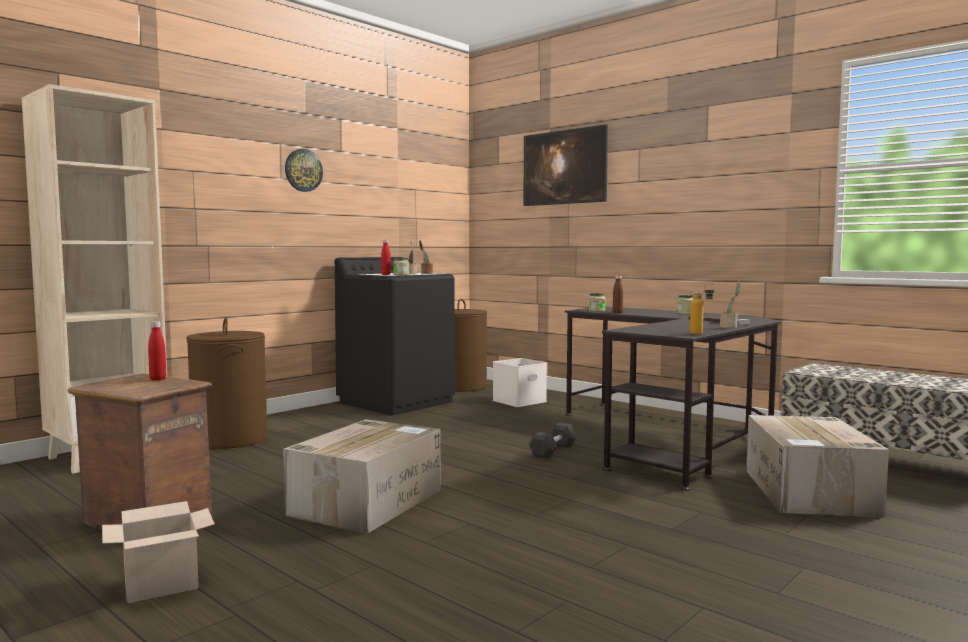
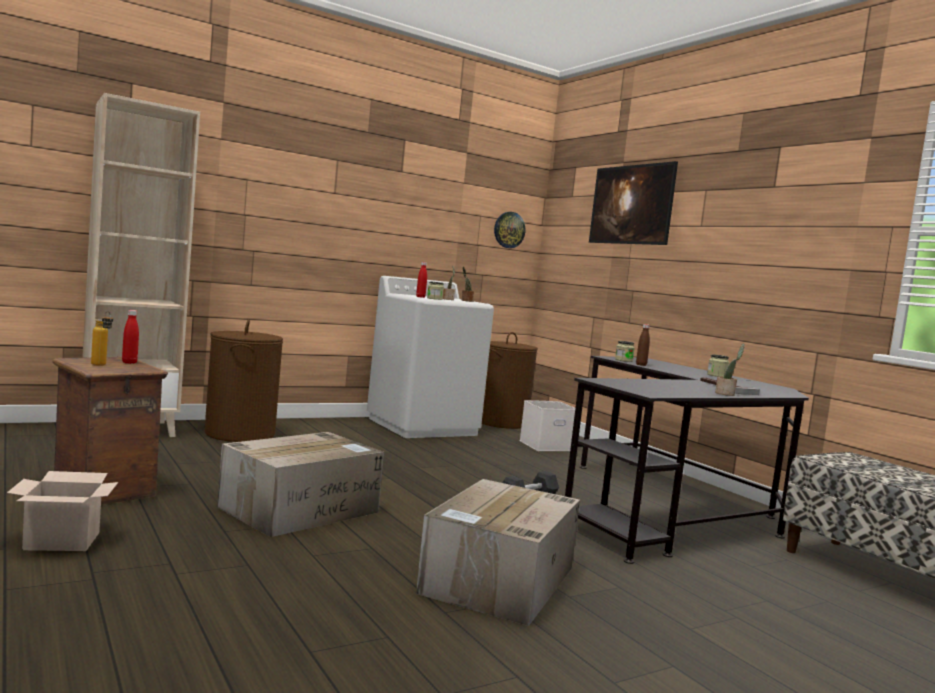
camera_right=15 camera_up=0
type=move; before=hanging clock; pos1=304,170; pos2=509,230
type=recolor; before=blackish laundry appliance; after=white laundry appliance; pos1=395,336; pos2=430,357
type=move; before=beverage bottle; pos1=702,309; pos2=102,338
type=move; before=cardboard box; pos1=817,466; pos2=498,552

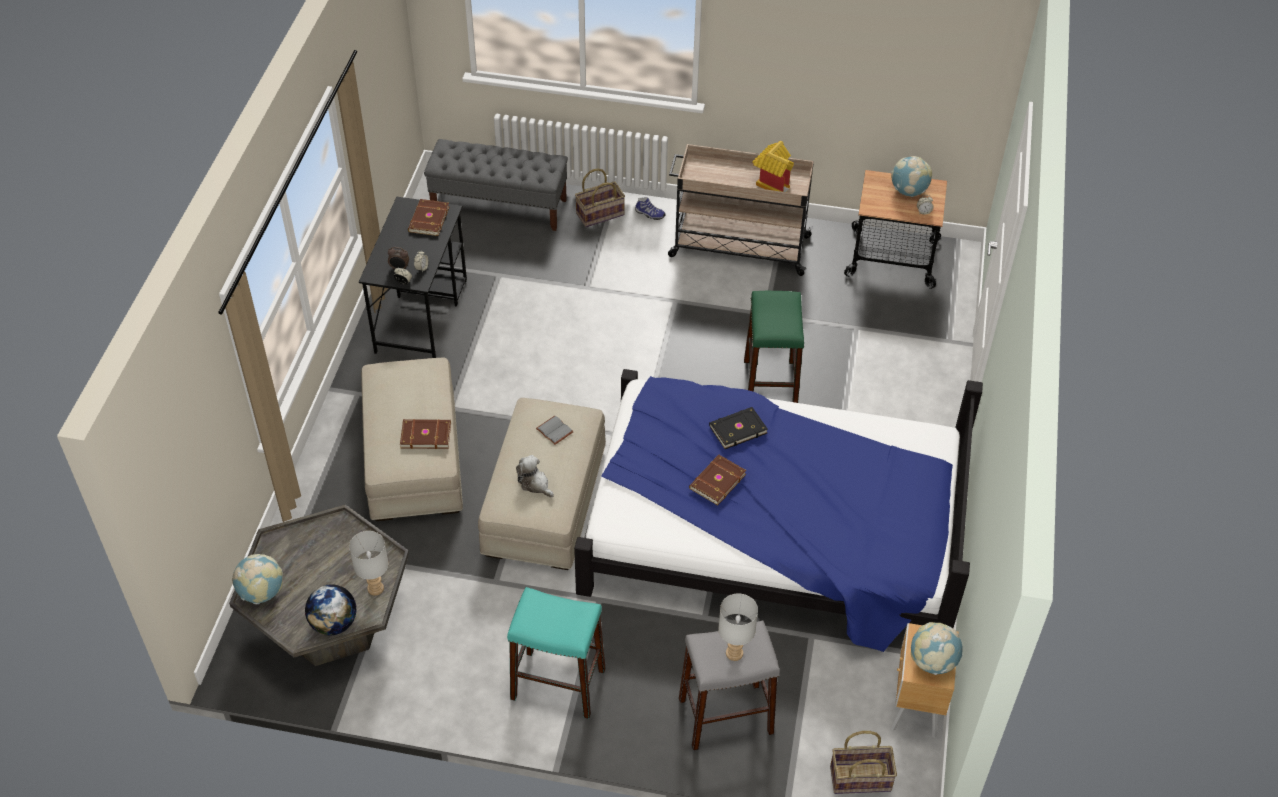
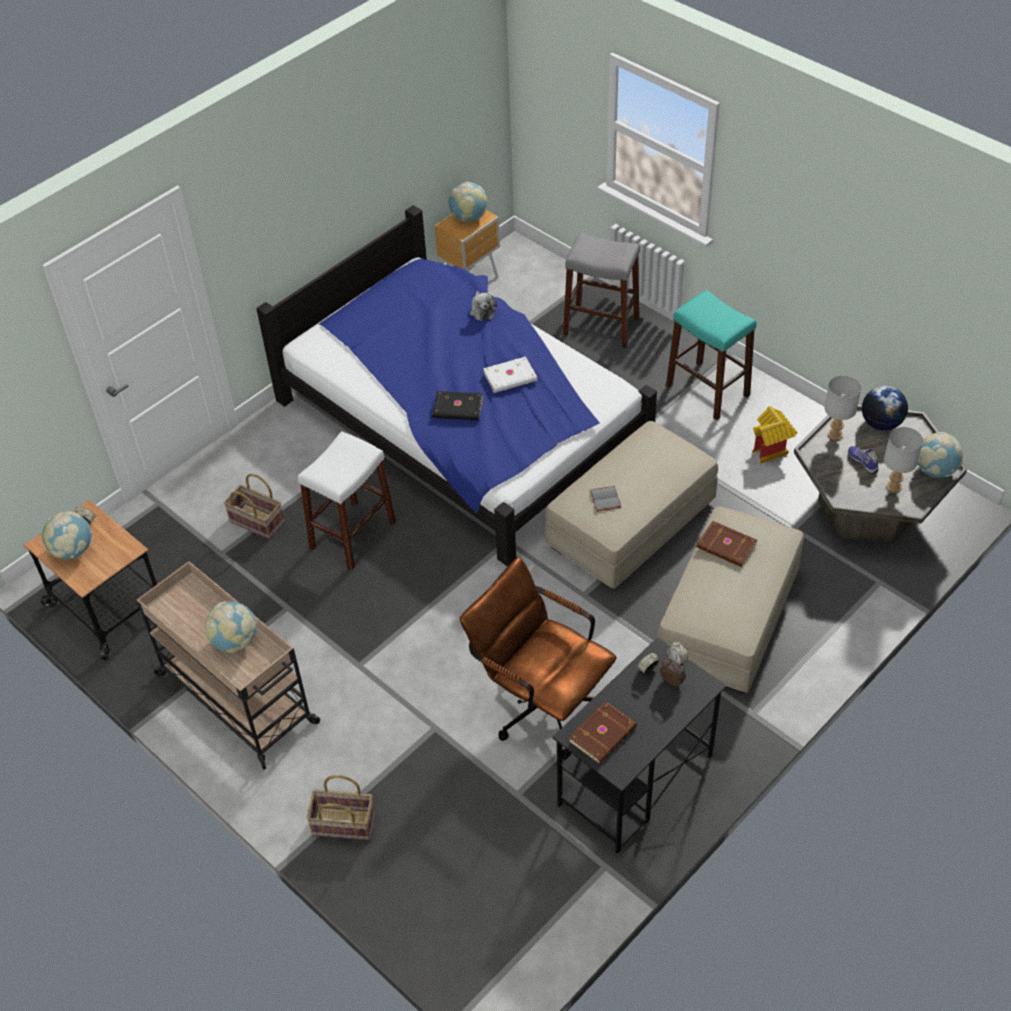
camera_right=-145 camera_up=0
type=delete; before=gray long seat; pos1=496,185
type=move; before=soft toy; pos1=535,476; pos2=483,306
type=move; before=shoe; pos1=650,208; pos2=863,460
type=recolor; before=brownish book; after=white book; pos1=718,480; pos2=510,375
type=move; before=gray lamp for a table; pos1=738,627; pos2=903,460
type=recolor; before=green sitting stool; after=white sitting stool; pos1=774,347; pos2=347,500
type=move; before=toy house; pos1=773,166; pos2=774,435
type=move; before=storage basket; pos1=863,762; pos2=254,506
type=insert; after=desk globe; pos2=231,627
type=insert; after=brownish office chair; pos2=538,658

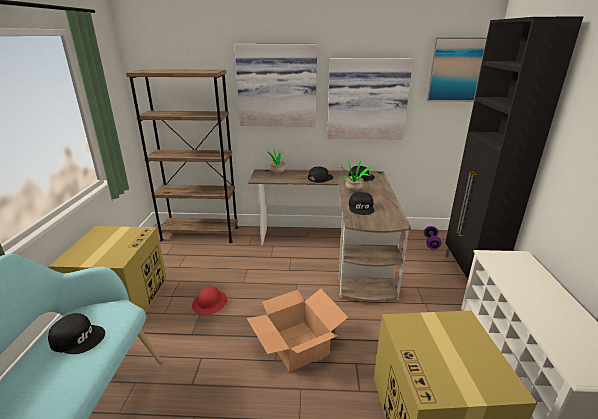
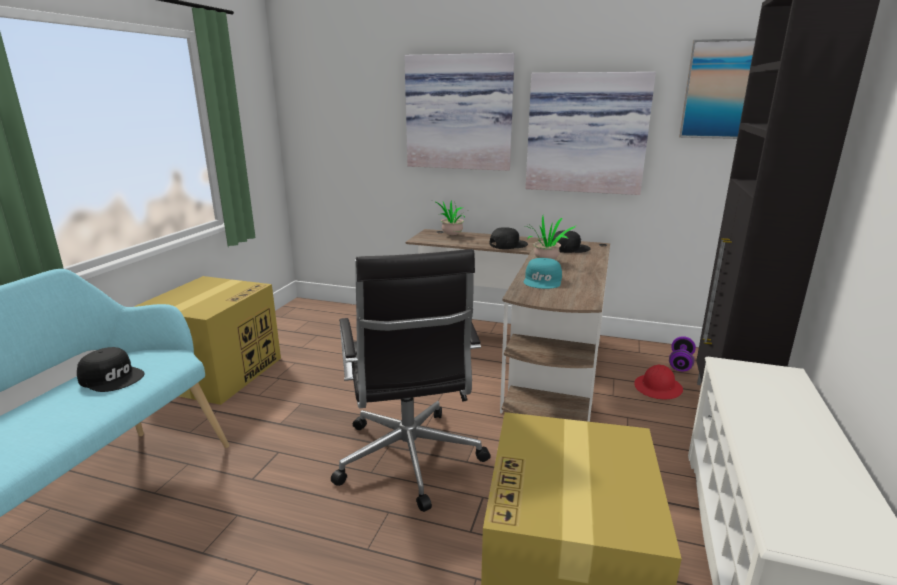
camera_right=15 camera_up=-5
type=delete; before=brownish bookshelf; pos1=182,156
type=move; before=reddish hard hat; pos1=209,300; pos2=658,382
type=replace; before=cardboard box; after=blackish office chair; pos1=297,330; pos2=411,380
type=recolor; before=blackish cap; after=turquoise cap; pos1=362,203; pos2=543,273

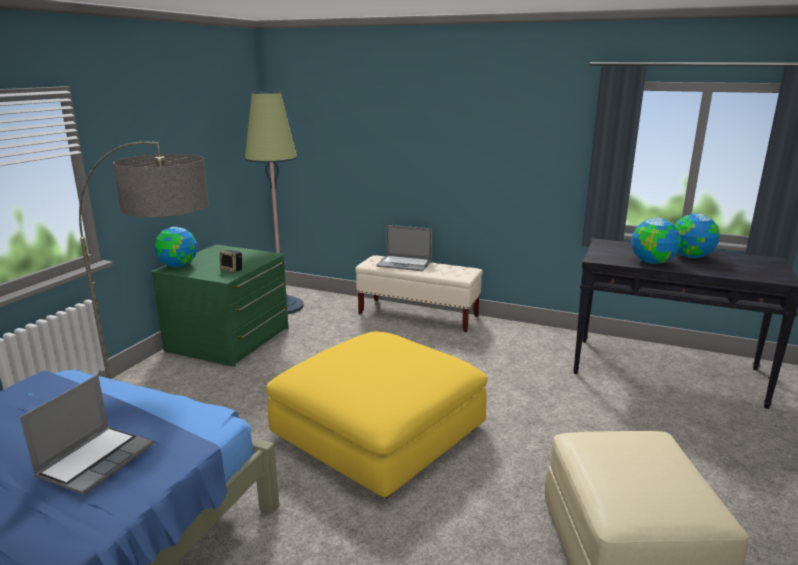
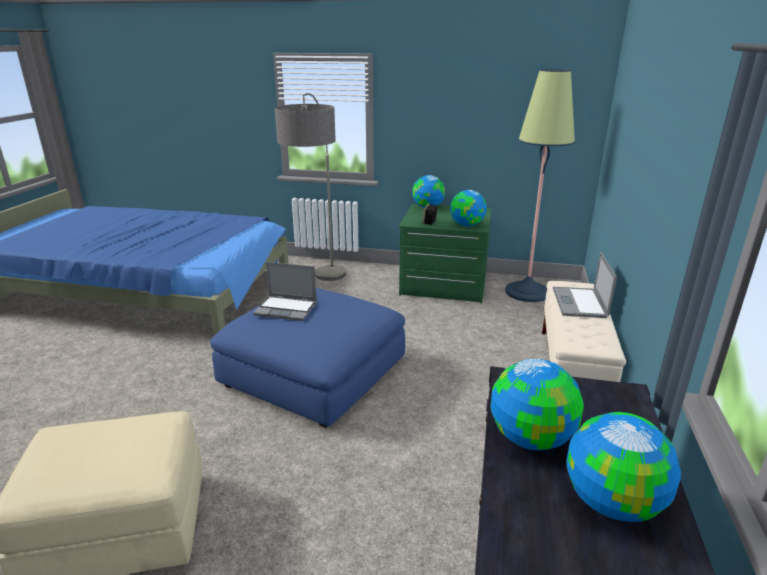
camera_right=80 camera_up=5
type=move; before=notebook computer; pos1=86,435; pos2=285,291
type=recolor; before=yellow-coloured footrest; after=blue-coloured footrest; pos1=376,415; pos2=307,358
type=insert; after=desk globe; pos2=468,208

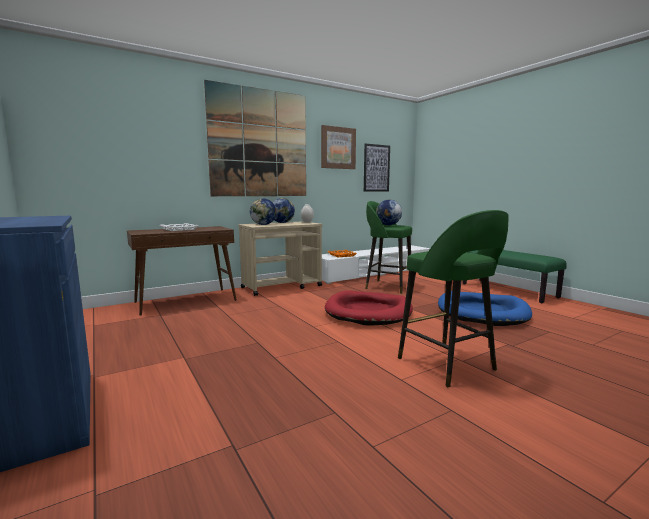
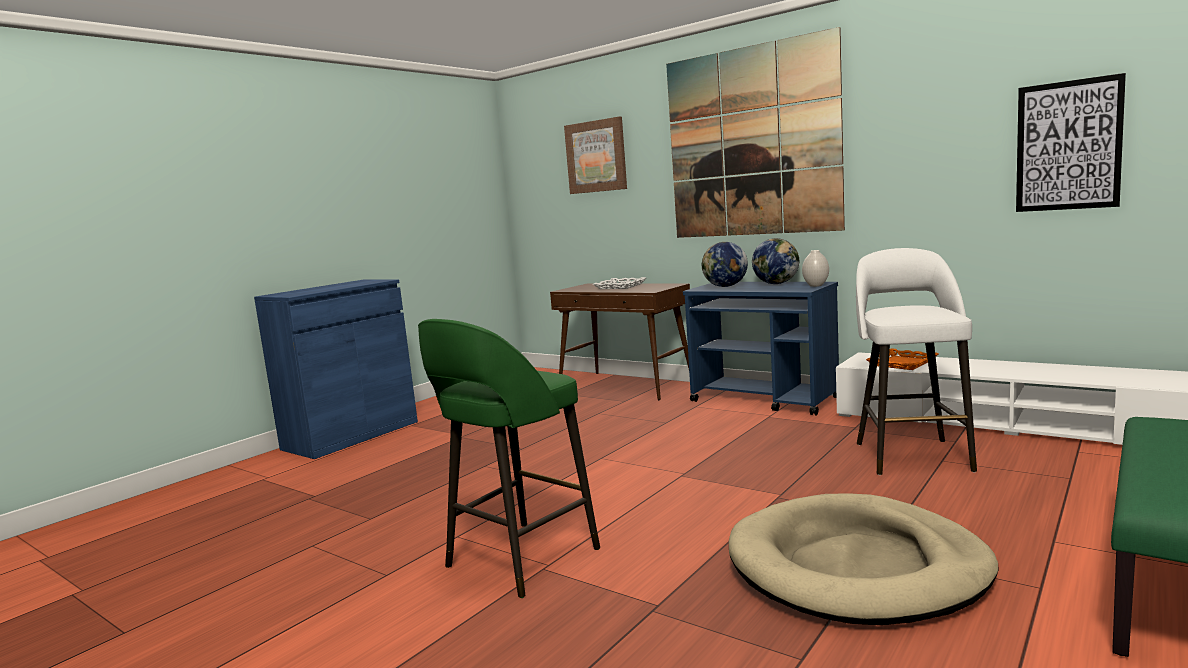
camera_right=70 camera_up=0
type=recolor; before=beige-coloured cart; after=blue-coloured cart; pos1=280,258; pos2=761,349
type=move; before=wall picture; pos1=338,147; pos2=595,155
type=delete; before=reddish pet bed; pos1=369,308
type=recolor; before=green sitting stool; after=white sitting stool; pos1=388,247; pos2=916,361
type=delete; before=desk globe; pos1=389,212
type=recolor; before=blue-coloured pet bed; after=beige-coloured pet bed; pos1=485,308; pos2=864,559

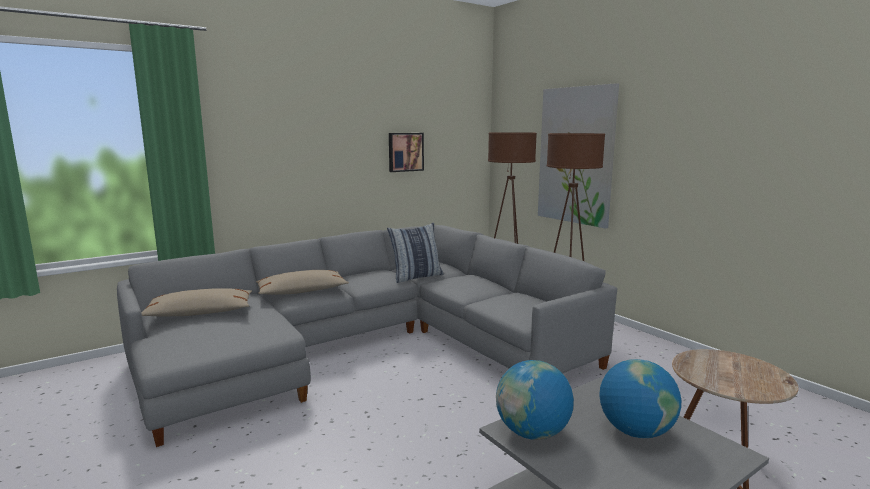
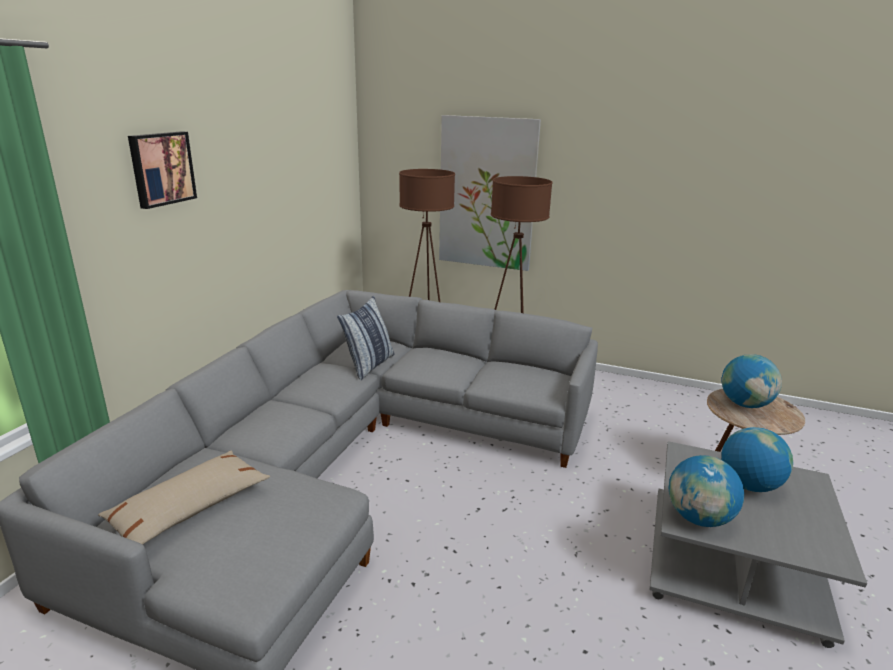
camera_right=-35 camera_up=10
type=delete; before=beige-coloured pillow; pos1=302,282
type=move; before=wall picture; pos1=406,152; pos2=162,170
type=insert; after=desk globe; pos2=752,381

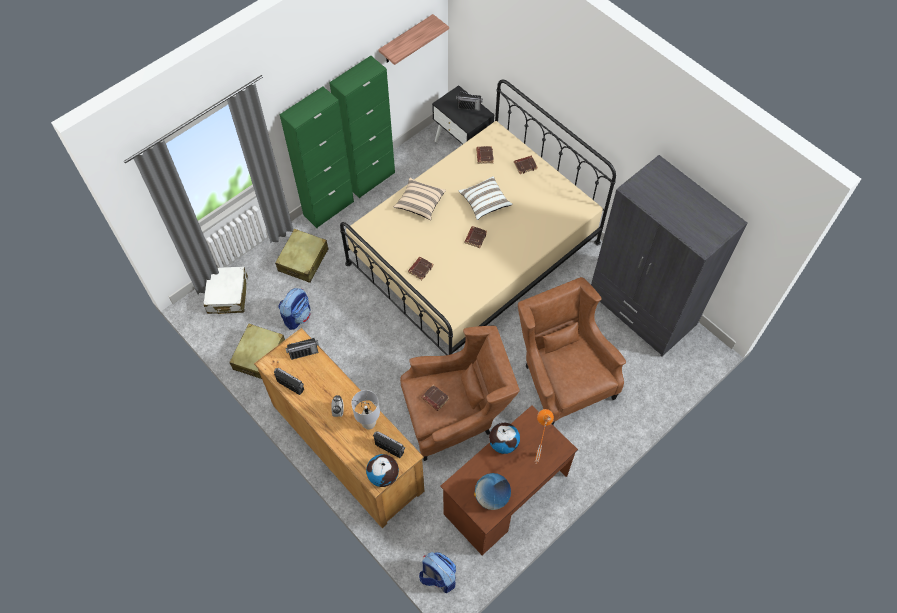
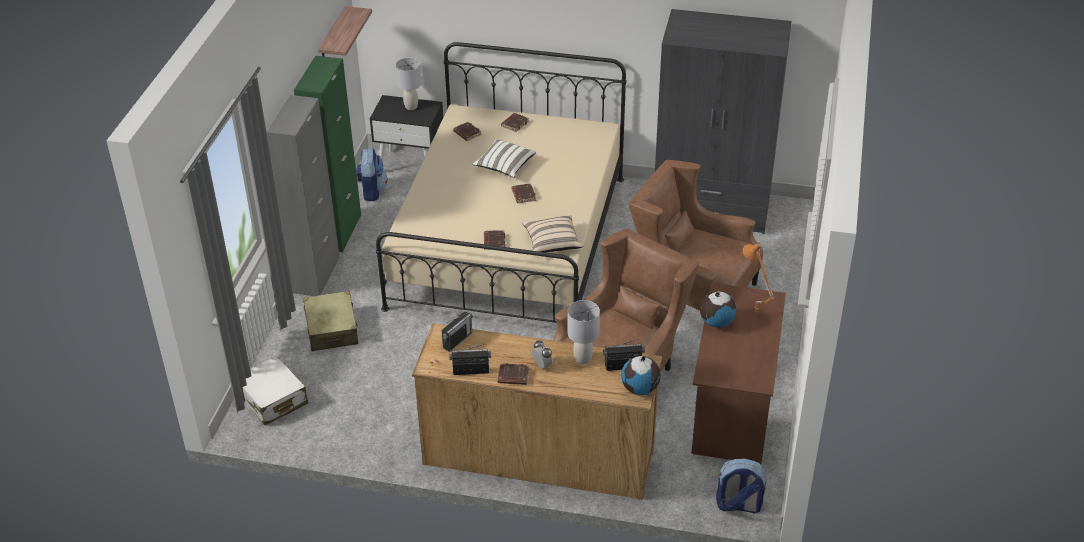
camera_right=-35 camera_up=-20
type=delete; before=beige-coloured piece of luggage; pos1=257,351
type=move; before=rucksack; pos1=294,309; pos2=372,174
type=recolor; before=green cupboard; after=gray cupboard; pos1=316,157; pos2=303,195
type=move; before=beige-coloured pillow; pos1=419,199; pos2=552,233
type=move; before=brownish book; pos1=435,398; pos2=513,374
type=replace; before=radio receiver; after=gray lamp for a table; pos1=469,101; pos2=409,84
type=delete; before=desk globe; pos1=492,491

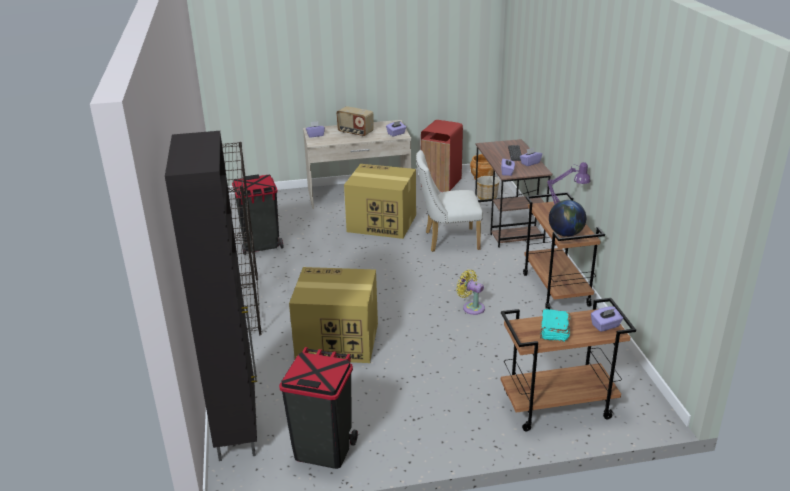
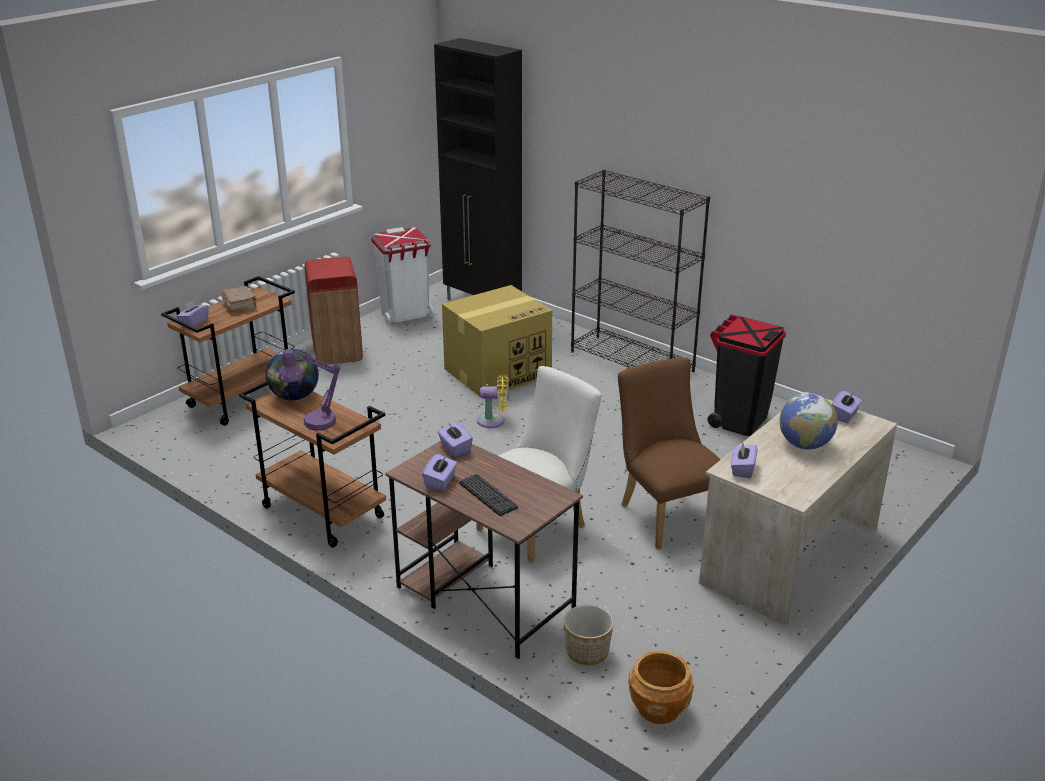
camera_right=140 camera_up=0
type=recolor; before=blackish rubbish bin; after=white rubbish bin; pos1=318,408; pos2=402,276
type=replace; before=radio receiver; after=desk globe; pos1=355,121; pos2=808,421
type=replace; before=cardboard box; after=brownish plain chair; pos1=380,201; pos2=669,454
type=move; before=reddish rubbish bin; pos1=442,156; pos2=334,311
type=move; before=yellow-coloured electric fan; pos1=470,292; pos2=493,401
type=recolor; before=turquoise book; after=brownish book; pos1=555,325; pos2=239,298

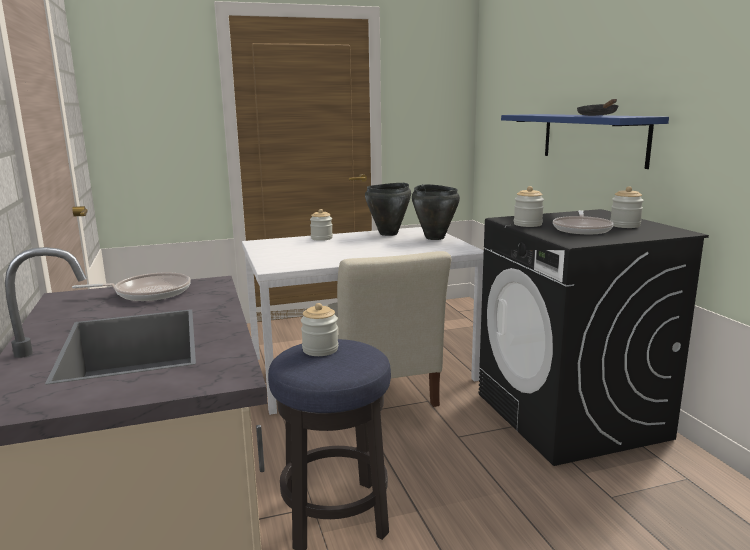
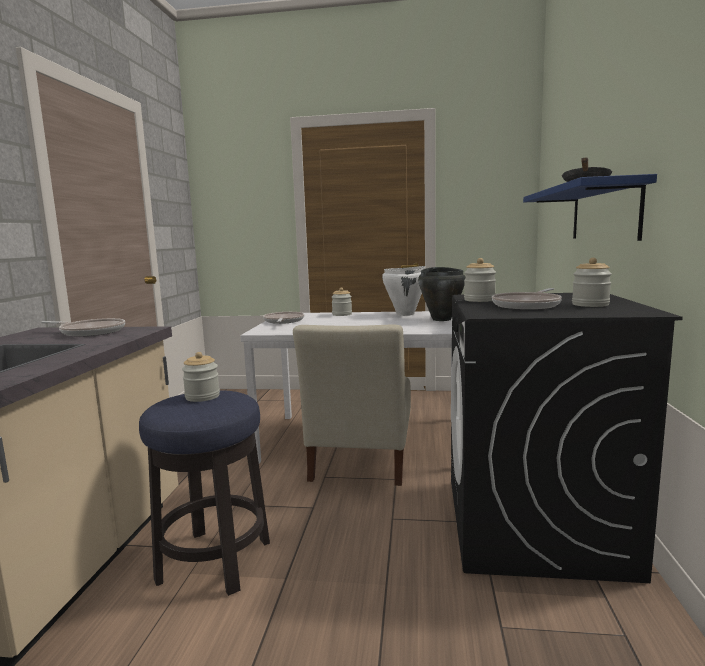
camera_right=25 camera_up=-5
type=recolor; before=blackish cooking pot; after=white cooking pot; pos1=388,209; pos2=403,291
type=insert; after=pan; pos2=283,318

